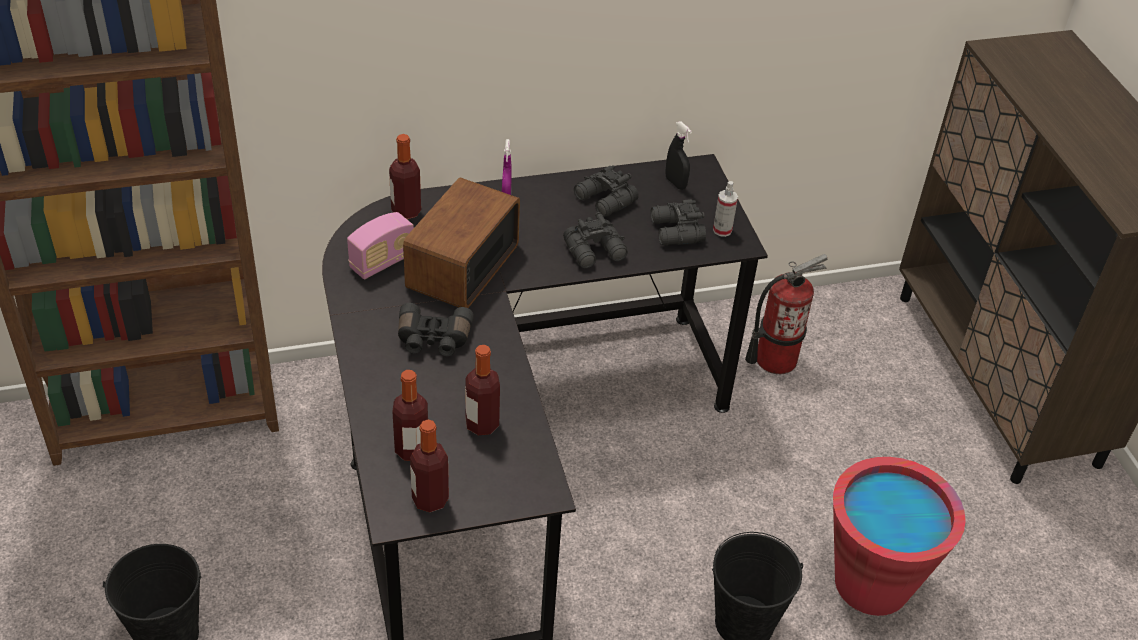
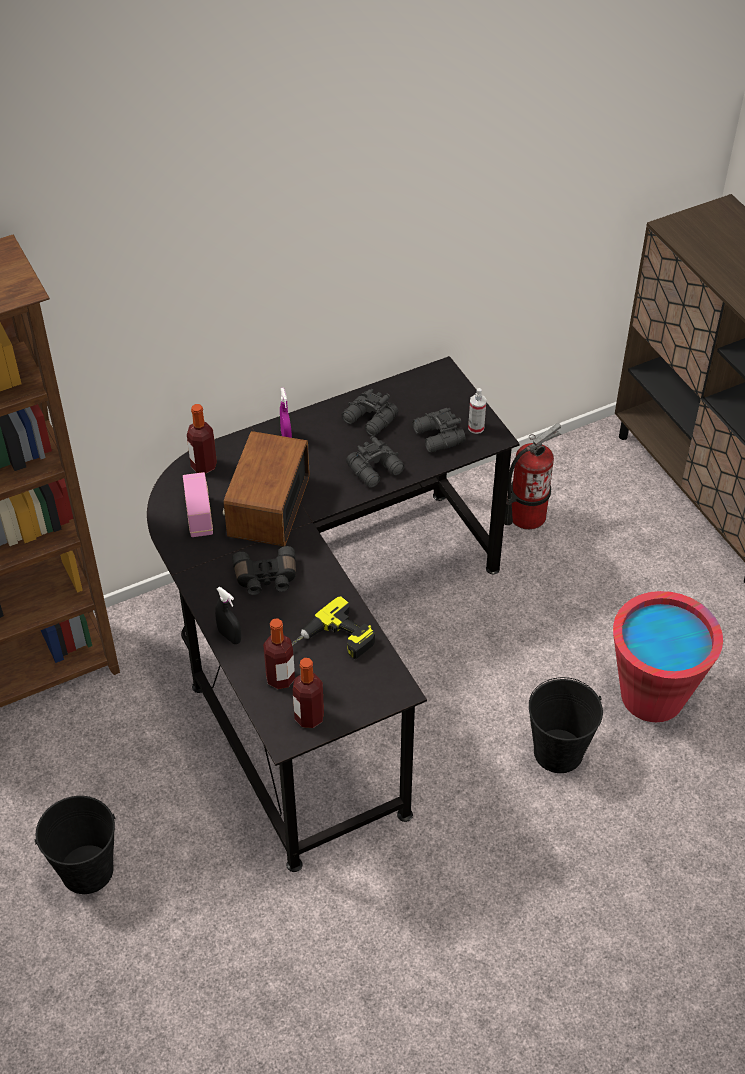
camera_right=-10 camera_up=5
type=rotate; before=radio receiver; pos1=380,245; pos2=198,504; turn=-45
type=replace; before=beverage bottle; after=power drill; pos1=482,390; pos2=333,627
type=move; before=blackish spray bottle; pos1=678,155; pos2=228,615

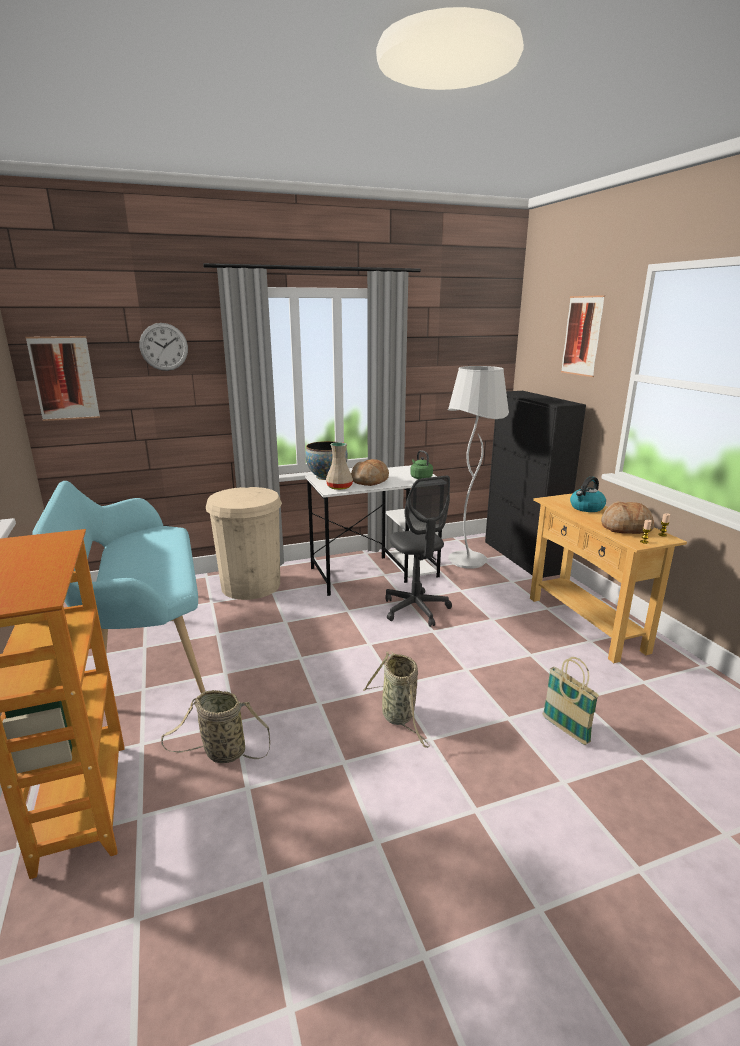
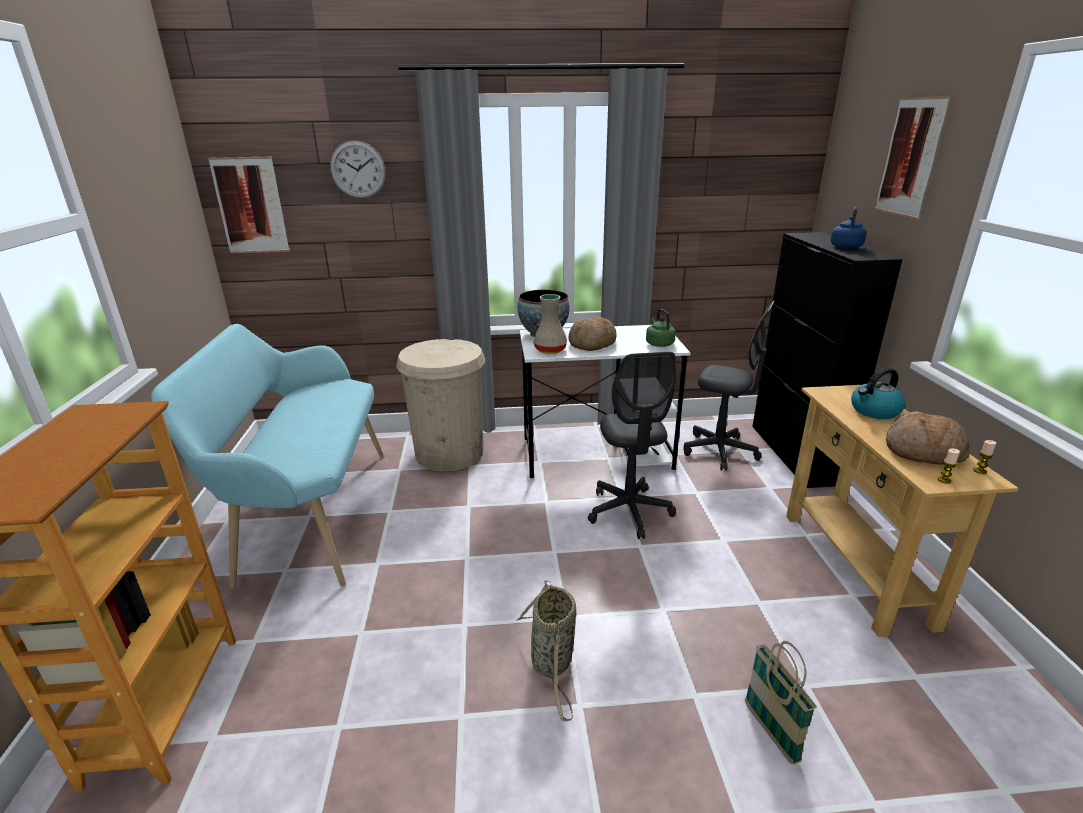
camera_right=15 camera_up=5
type=delete; before=storage basket; pos1=215,726
type=replace; before=white standing lamp; after=gray office chair; pos1=478,467; pos2=729,386
type=insert; after=blue-coloured tea kettle; pos2=848,228

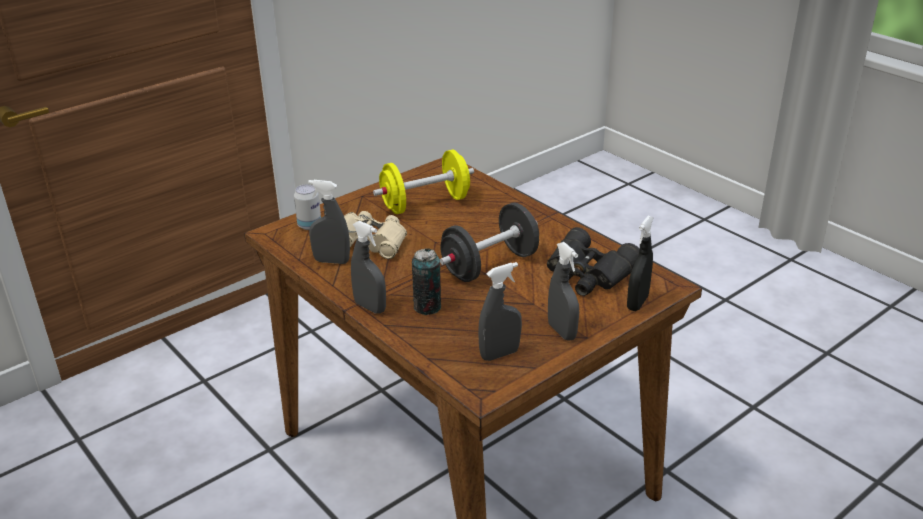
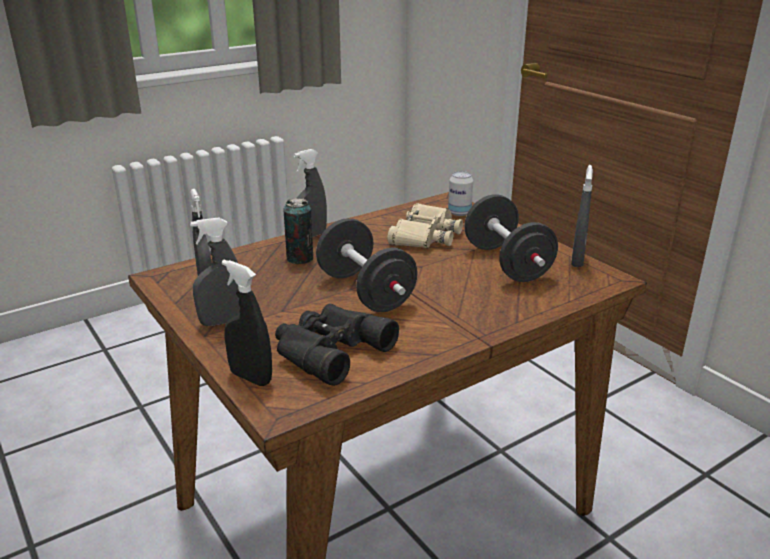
camera_right=95 camera_up=-5
type=move; before=gray spray bottle; pos1=329,222; pos2=582,216
type=recolor; before=yellow-coloured hand weight; after=blackish hand weight; pos1=423,182; pos2=511,238

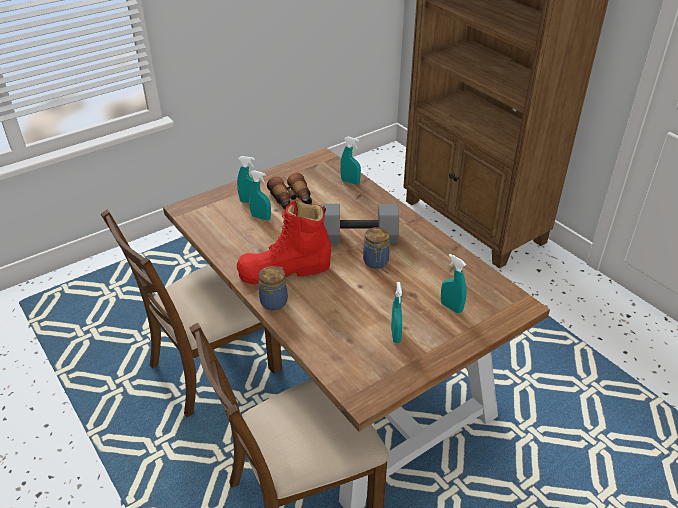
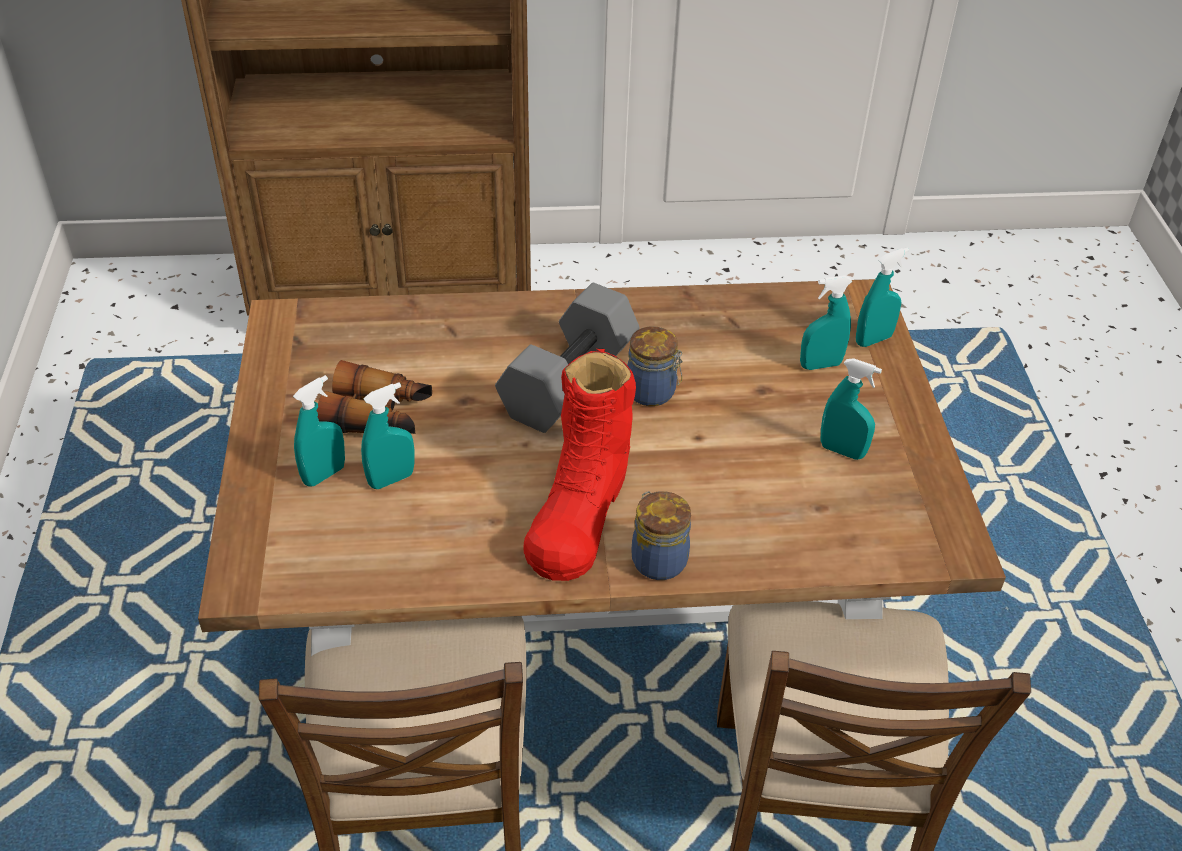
camera_right=-60 camera_up=5
type=move; before=turquoise spray bottle; pos1=350,161; pos2=882,297

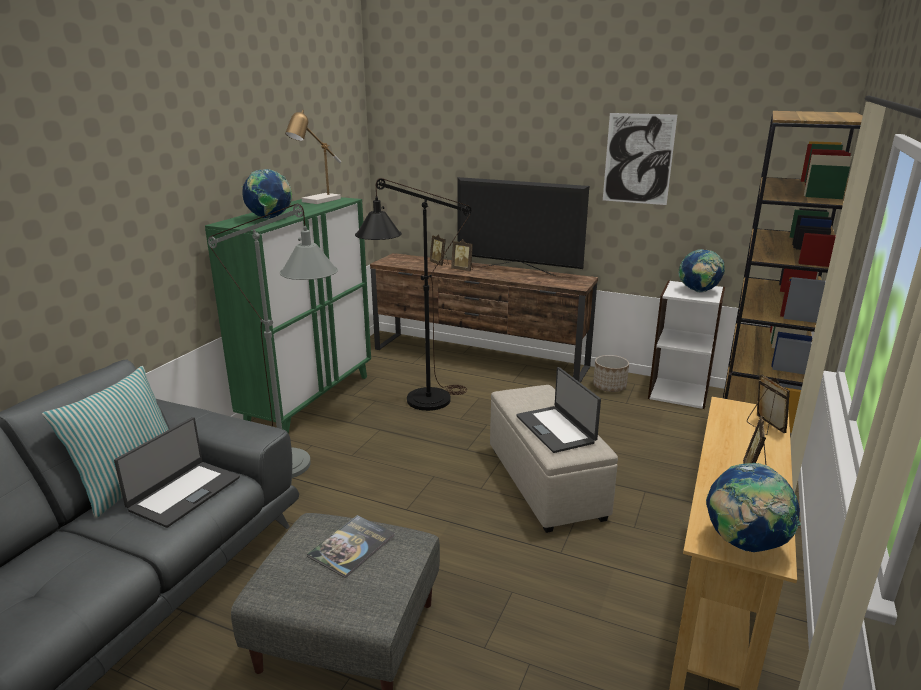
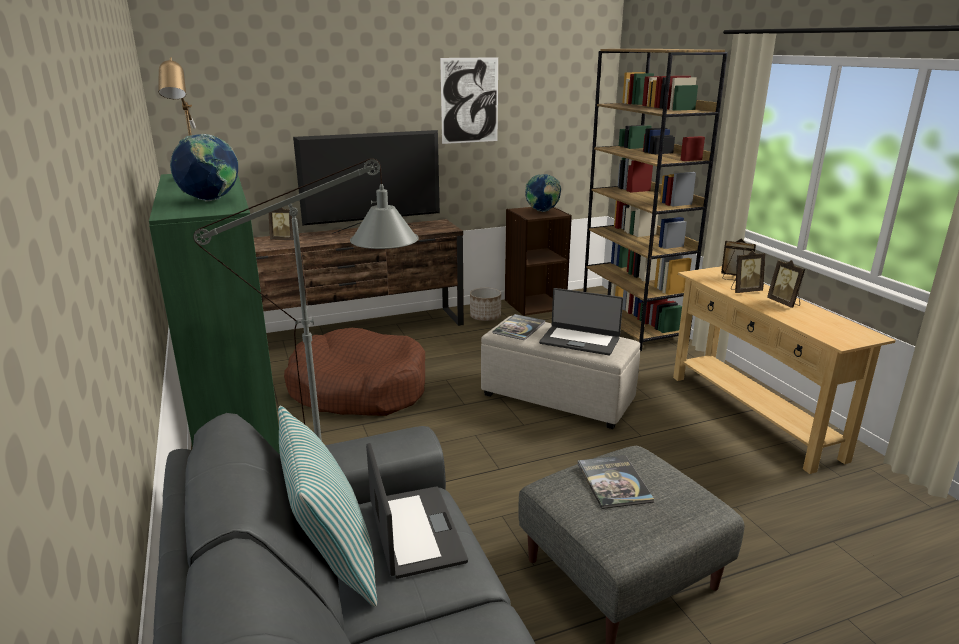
camera_right=-45 camera_up=0
type=replace; before=blackish standing lamp; after=brownish pet bed; pos1=413,294; pos2=354,372
type=move; before=picture frame; pos1=462,255; pos2=748,271
type=recolor; before=white bookshelf; after=brownish bookshelf; pos1=686,344; pos2=538,261
type=delete; before=desk globe; pos1=753,507
type=insert; after=book; pos2=519,327

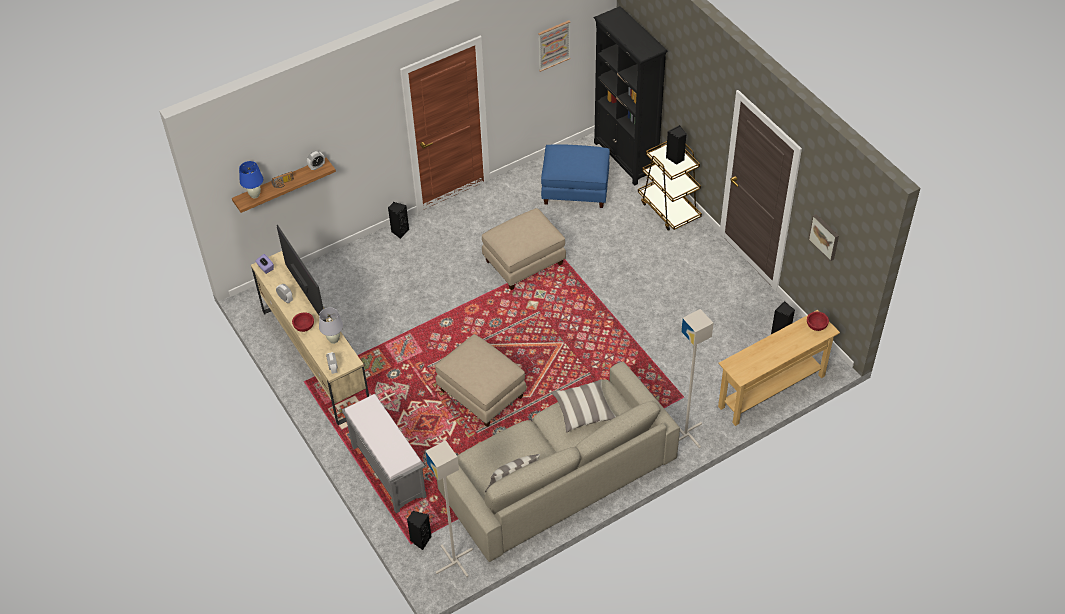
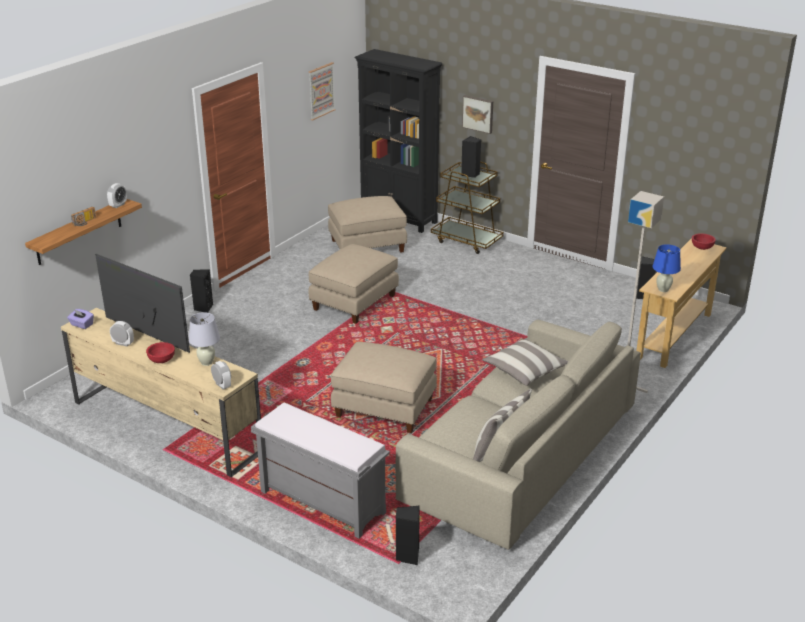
camera_right=-25 camera_up=-20
type=move; before=blue-coloured lamp for a table; pos1=251,179; pos2=667,268
type=delete; before=gray standing lamp; pos1=449,508
type=recolor; before=blue-coloured footrest; after=beige-coloured footrest; pos1=575,176; pos2=367,224
type=move; before=wall picture; pos1=823,237; pos2=477,114

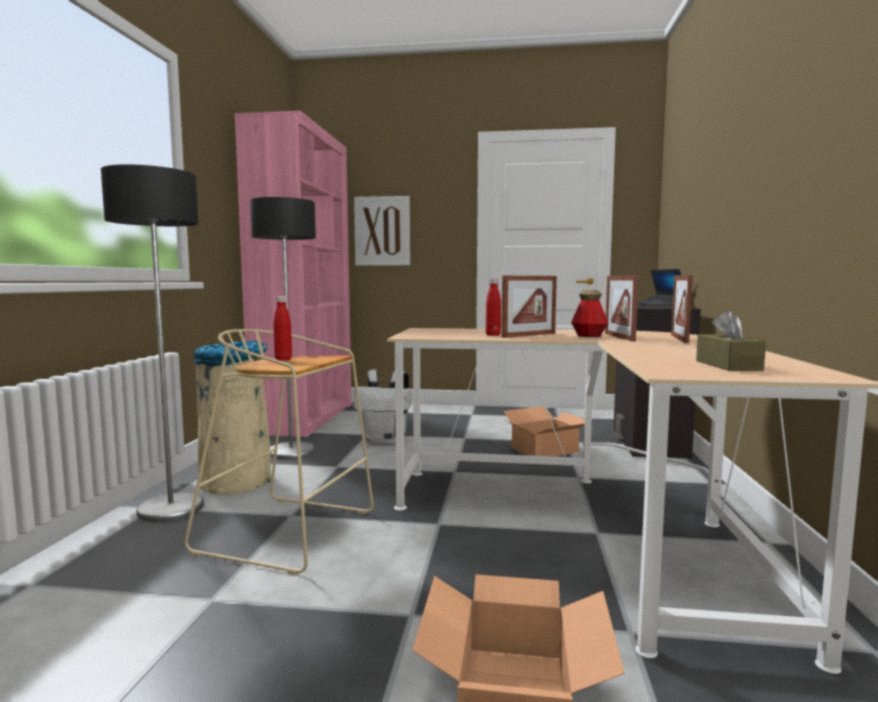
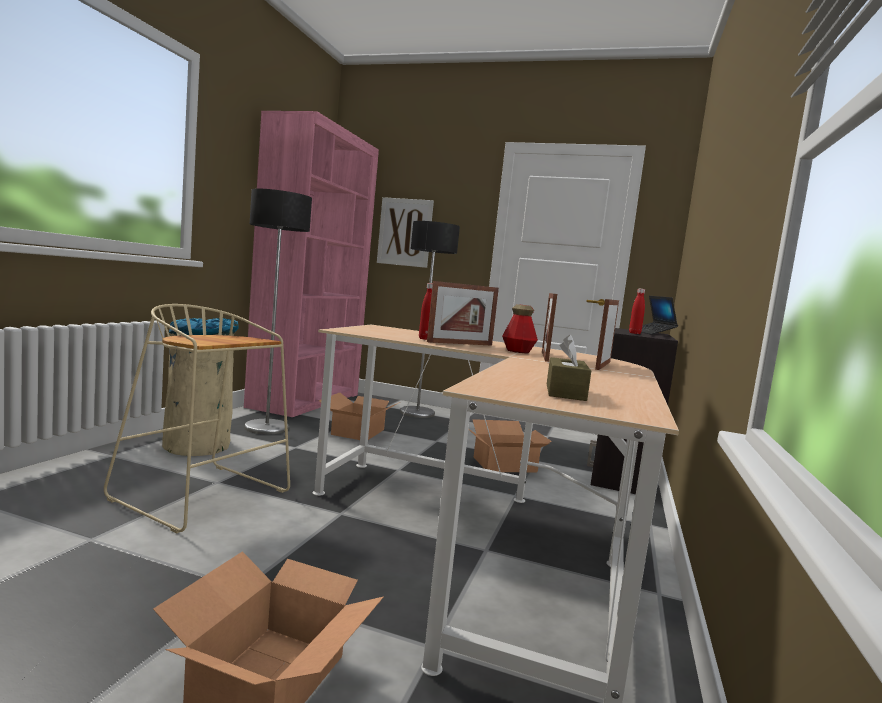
camera_right=10 camera_up=0
type=move; before=standing lamp; pos1=152,343; pos2=430,319
type=move; before=reddish beverage bottle; pos1=282,328; pos2=637,311
type=replace; before=white rucksack; after=cardboard box; pos1=383,407; pos2=359,416

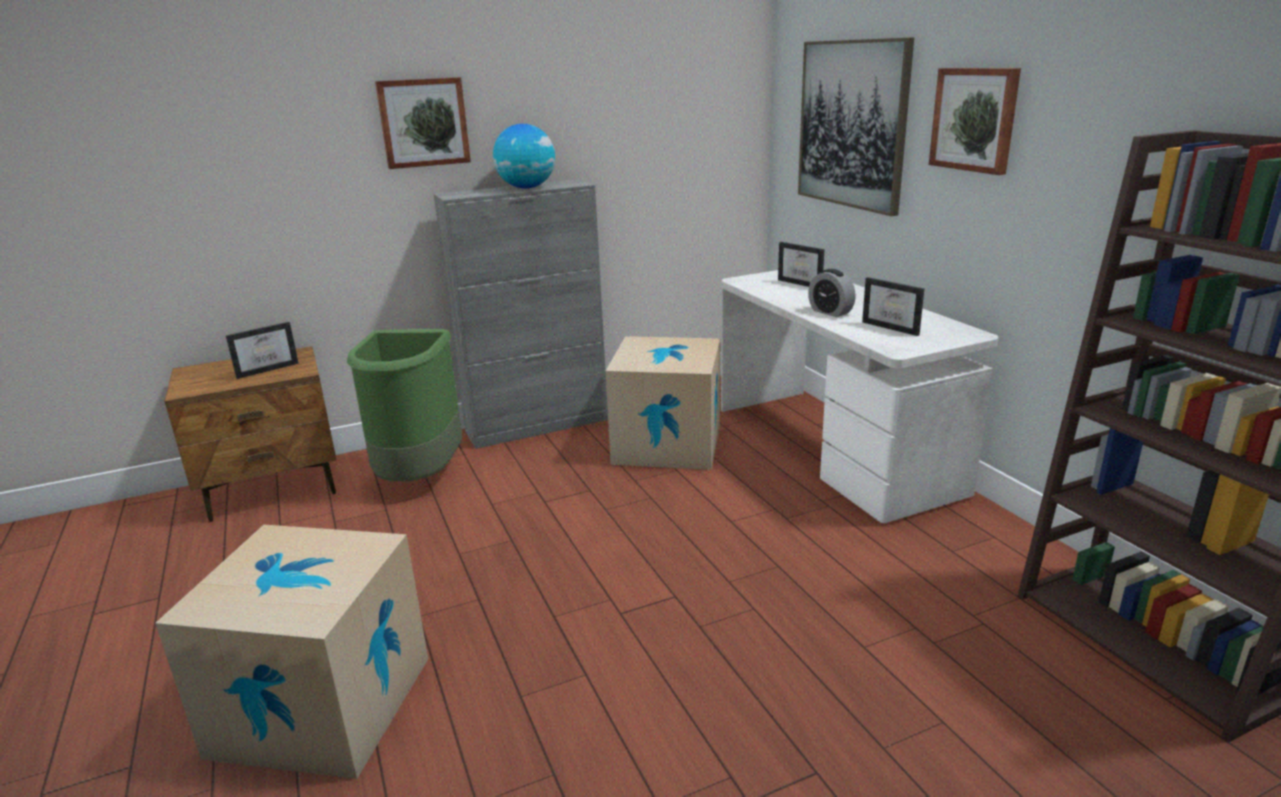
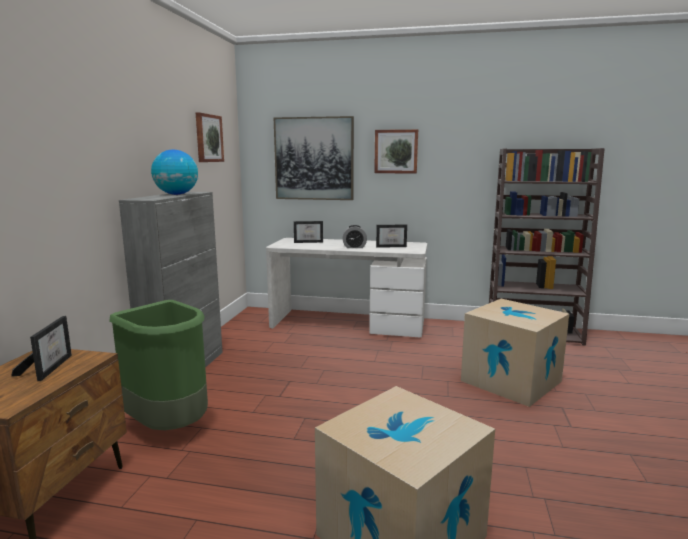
camera_right=-55 camera_up=-10
type=move; before=wall picture; pos1=423,123; pos2=210,137
type=move; before=cardboard box; pos1=662,403; pos2=515,353

